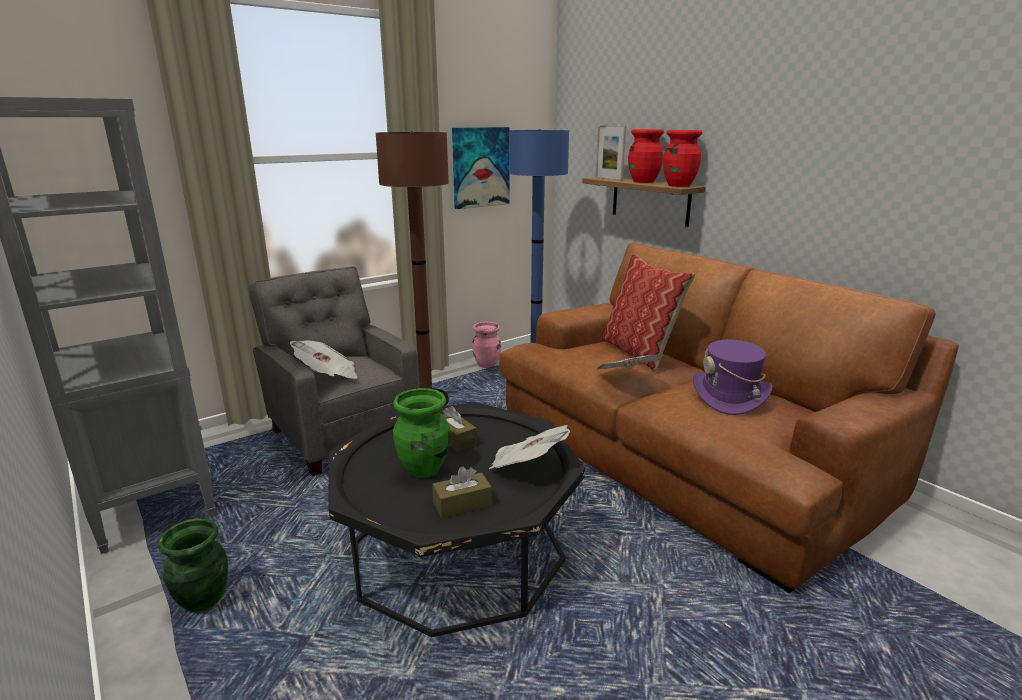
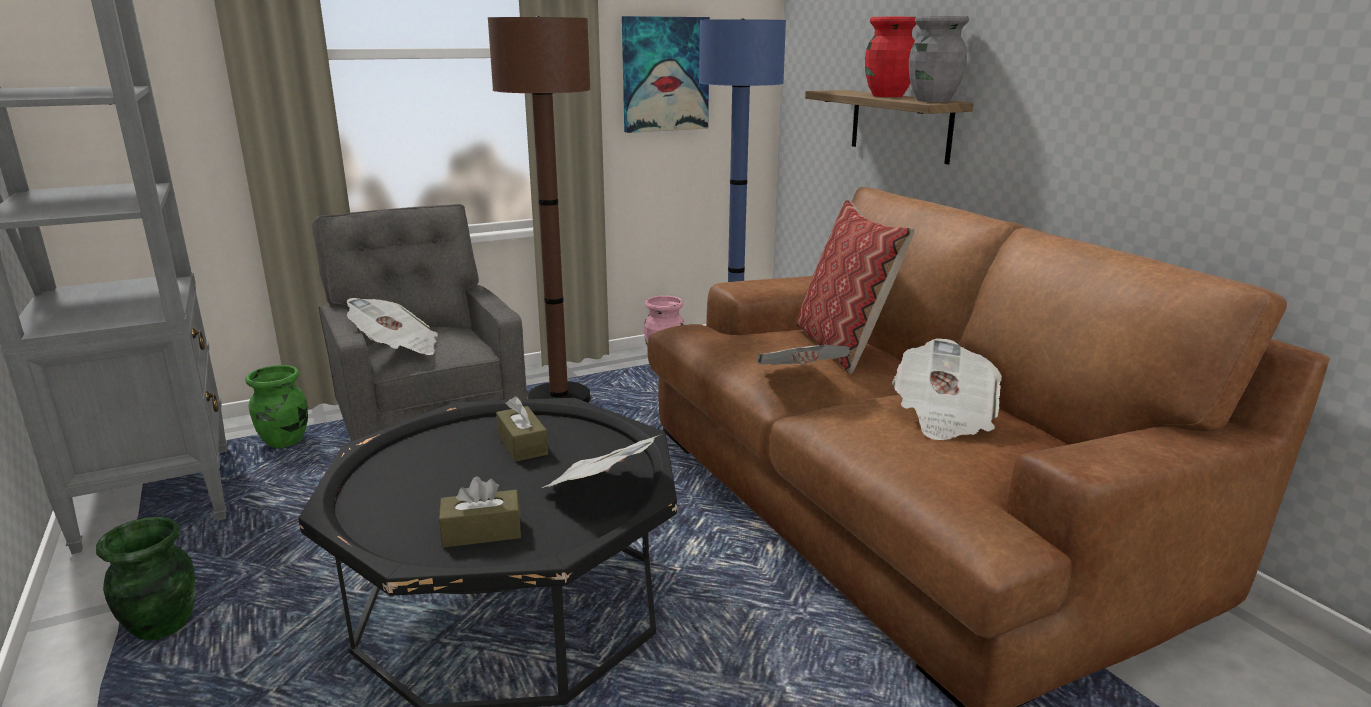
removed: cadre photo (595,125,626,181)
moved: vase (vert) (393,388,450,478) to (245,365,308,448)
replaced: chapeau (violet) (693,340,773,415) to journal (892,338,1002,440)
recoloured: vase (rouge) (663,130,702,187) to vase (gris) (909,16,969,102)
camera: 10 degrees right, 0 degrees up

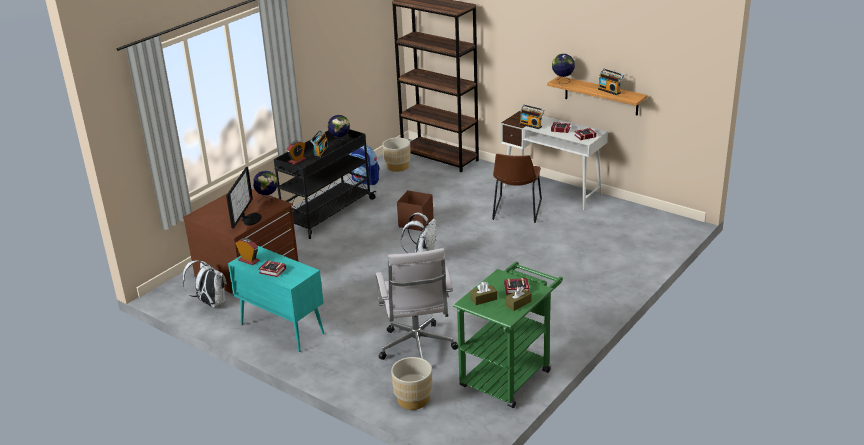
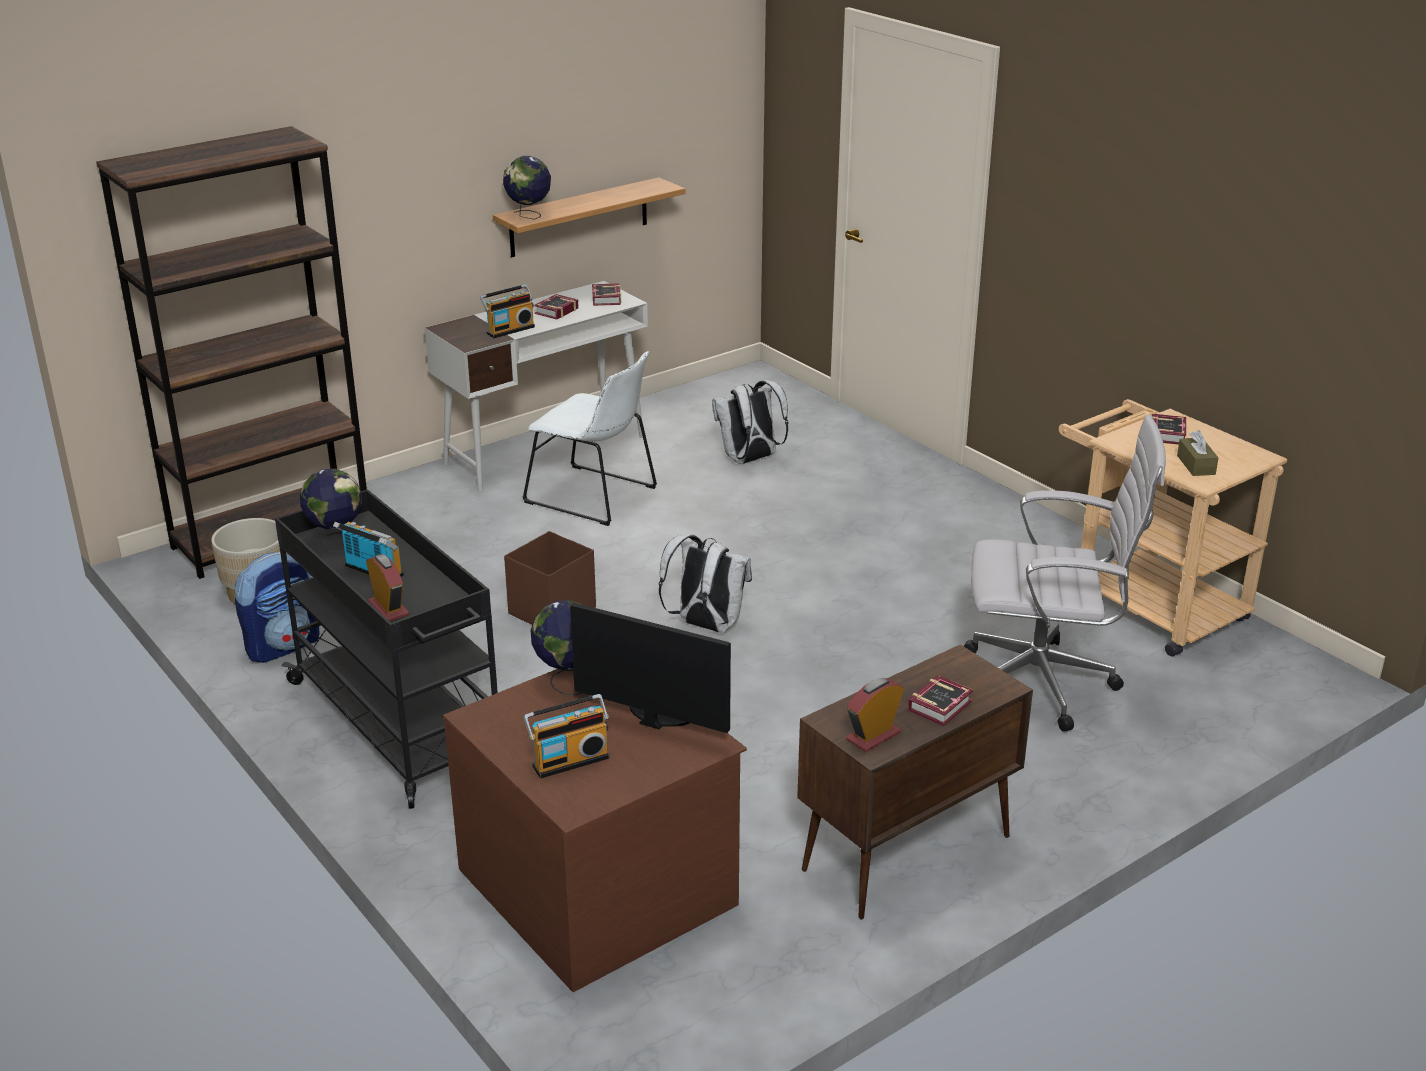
removed: cache-pot (beige) (391,357,432,410); boîte à mouchoirs (marron) (505,287,531,311)
moved: sac à dos (blanc) (183,260,227,308) to (712,380,788,464); radio (598,68,624,95) to (524,694,609,779)
recoloured: meuble de rangement (turquoise) (228,246,324,352) to meuble de rangement (marron) (797,644,1033,920); chariot (vert) (453,262,563,408) to chariot (beige) (1059,399,1287,657); chaise (marron) (492,153,542,223) to chaise (blanc) (523,351,657,526)
camera: 75 degrees left, 0 degrees up

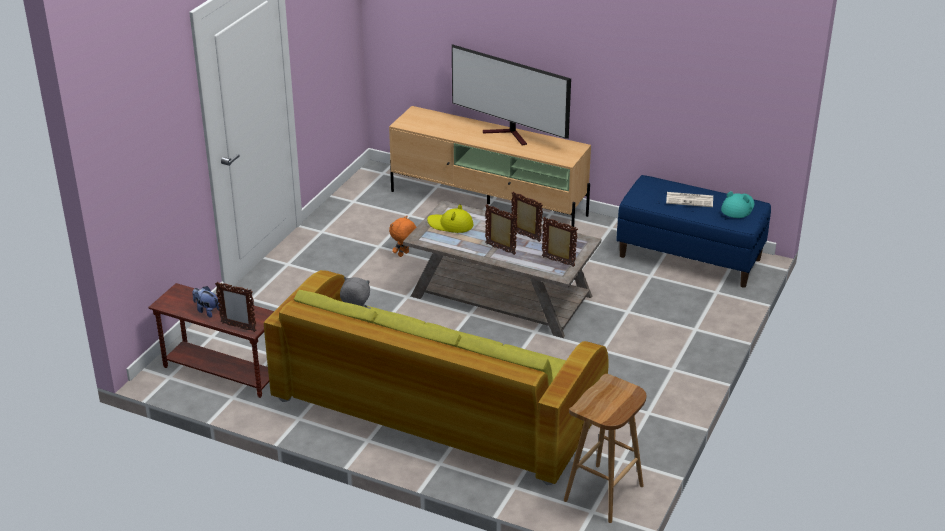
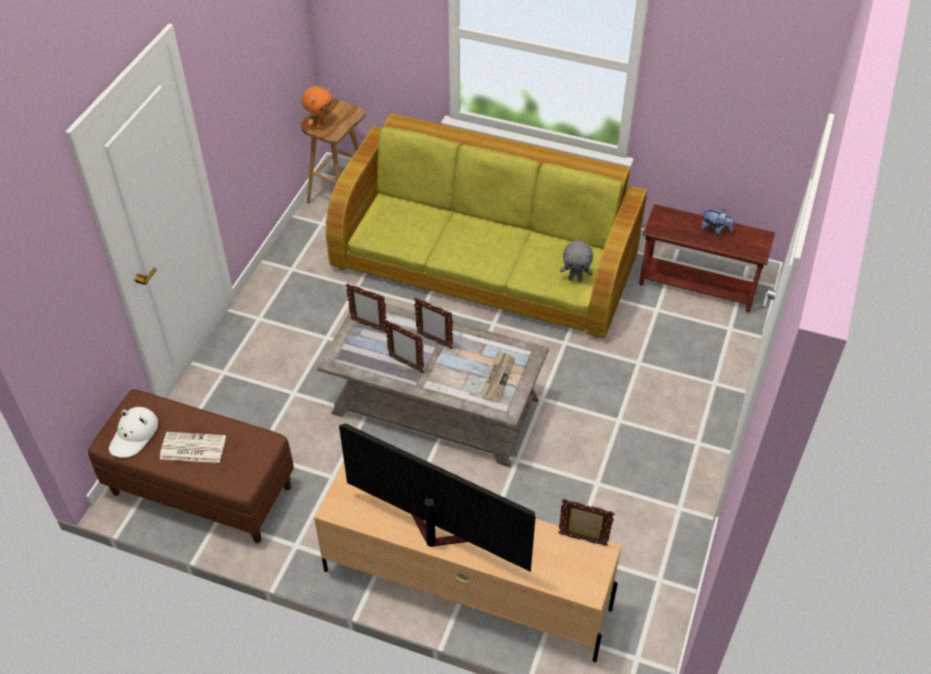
moved: cadre photo (215,282,257,332) to (558,499,615,546); peluche (orange) (389,215,416,257) to (302,86,332,129)
replaced: chapeau (jaune) (427,204,474,233) to journal (479,350,516,403)
recoloured: banc (bleu) (616,175,771,288) to banc (marron) (88,389,294,543); chapeau (turquoise) (721,191,754,218) to chapeau (blanc) (109,407,158,458)
camera: 175 degrees right, 15 degrees up

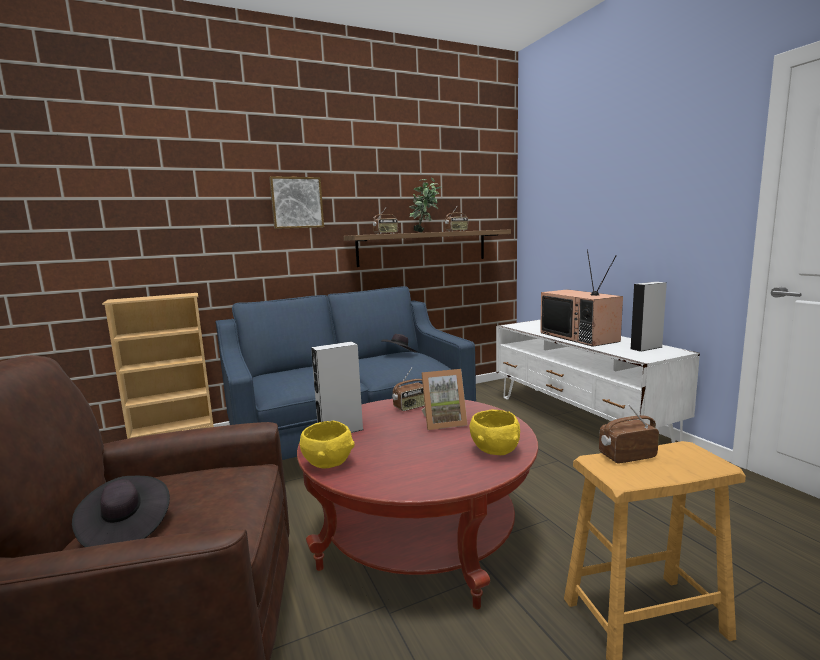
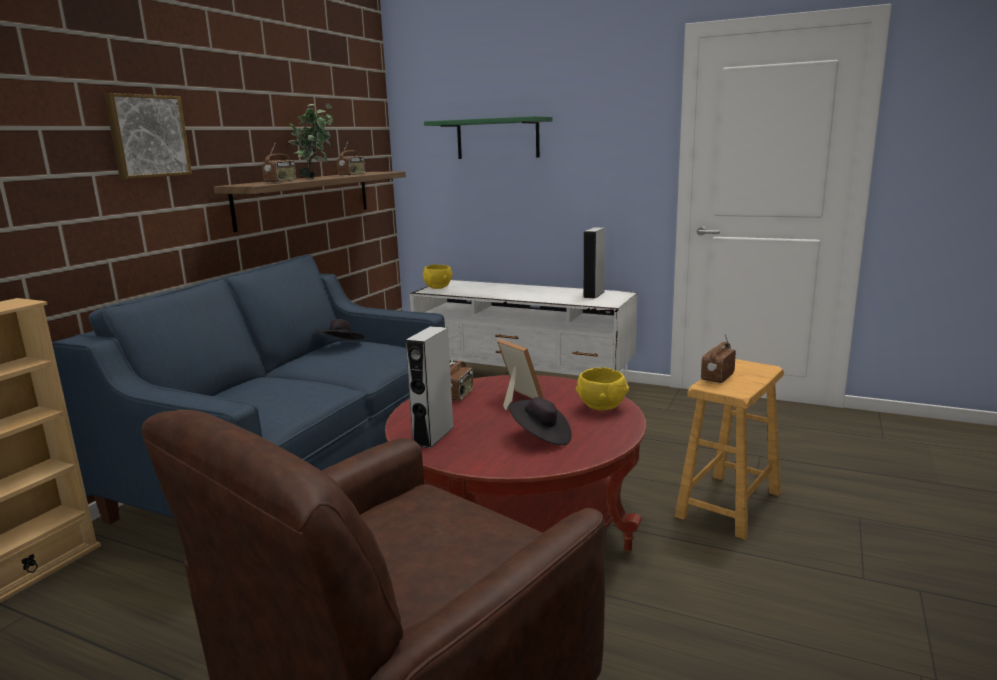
removed: téléviseur (540,249,623,347)
added: étagère (vert) (424,116,553,159)
moved: chapeau (noir) (72,476,170,547) to (508,397,572,445); bol (jaune) (300,421,355,468) to (423,264,453,289)
turned: cadre photo (422,369,468,430) = (497,339,544,410) 75 degrees counterclockwise
camera: 40 degrees left, 5 degrees up

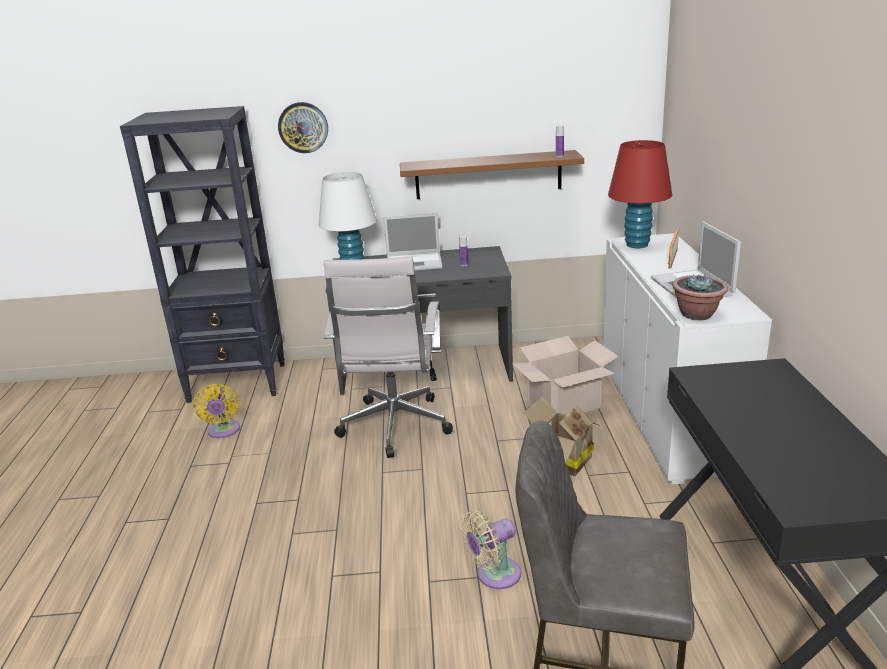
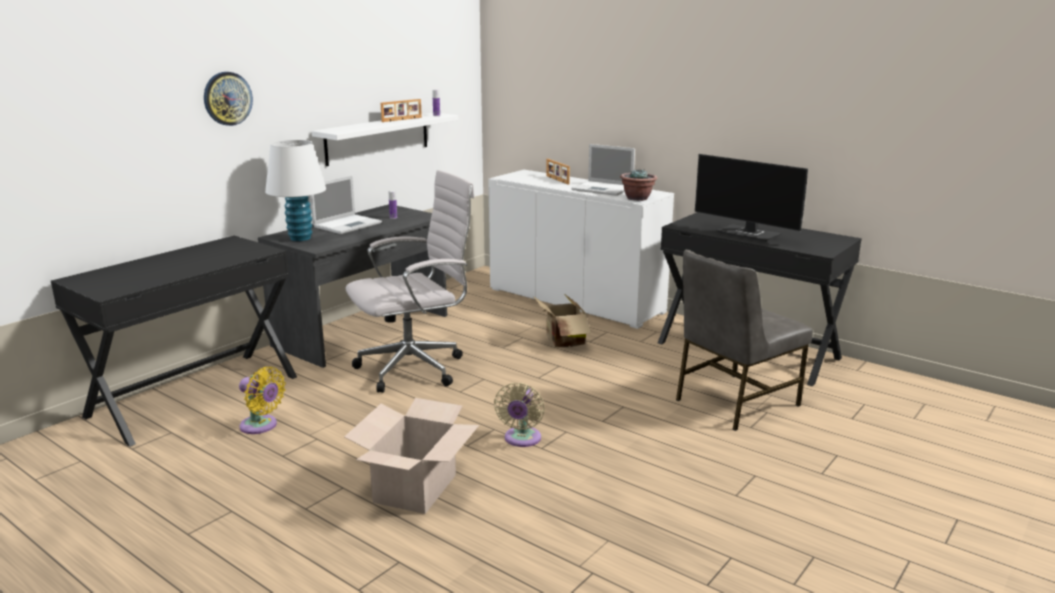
removed: lampe de table (rouge) (608,140,672,248)
added: cadre photo (380,99,422,122); écran d'ordinateur (695,154,808,242)
moved: ventilateur (beige) (461,510,521,589) to (494,382,545,447); carton (512,336,619,422) to (344,398,479,514)
replaced: bibliothèque (noir) (120,106,285,403) to bureau (noir) (51,236,297,447)
recoloured: étagère (marron) (400,150,584,199) to étagère (blanc) (312,113,458,166)
turned: chaise de bureau (blanc) (324,257,453,458) = (345,170,475,393) 75 degrees counterclockwise
camera: 50 degrees left, 5 degrees down

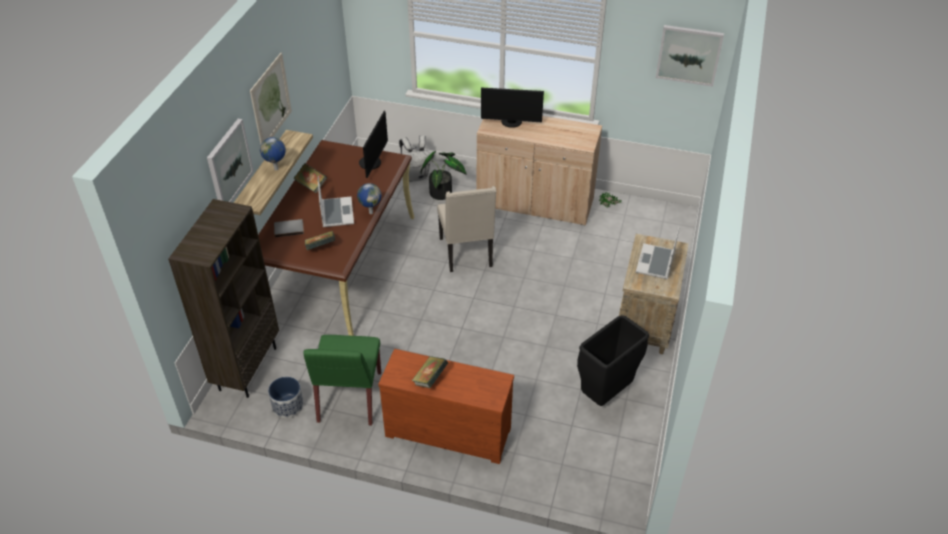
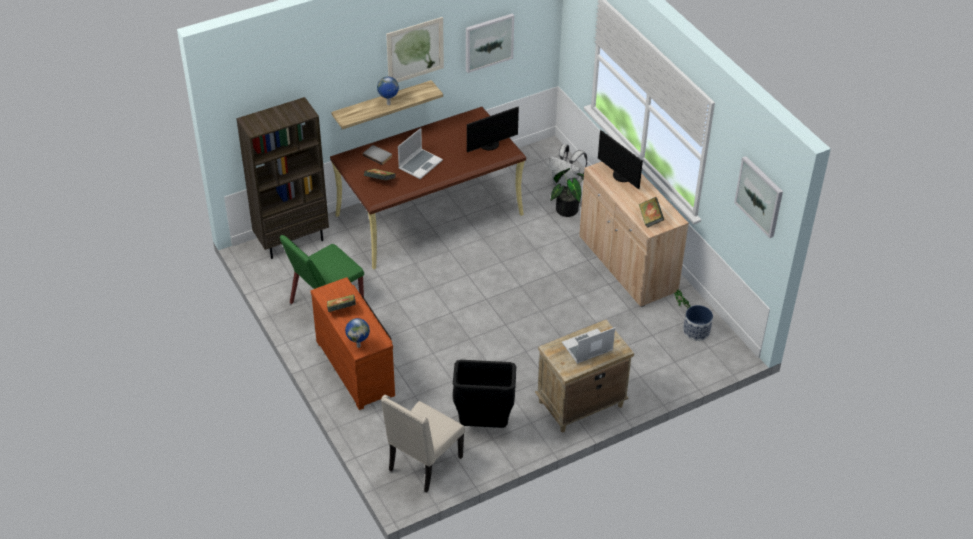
moved: tableau (207,119,254,202) to (466,14,514,73); cache-pot (268,377,304,418) to (683,305,713,341); livre (293,163,327,193) to (638,197,664,228); globe (357,183,381,214) to (345,318,370,348); chaise (beige) (437,186,497,272) to (381,395,465,493)
camera: 45 degrees right, 0 degrees up

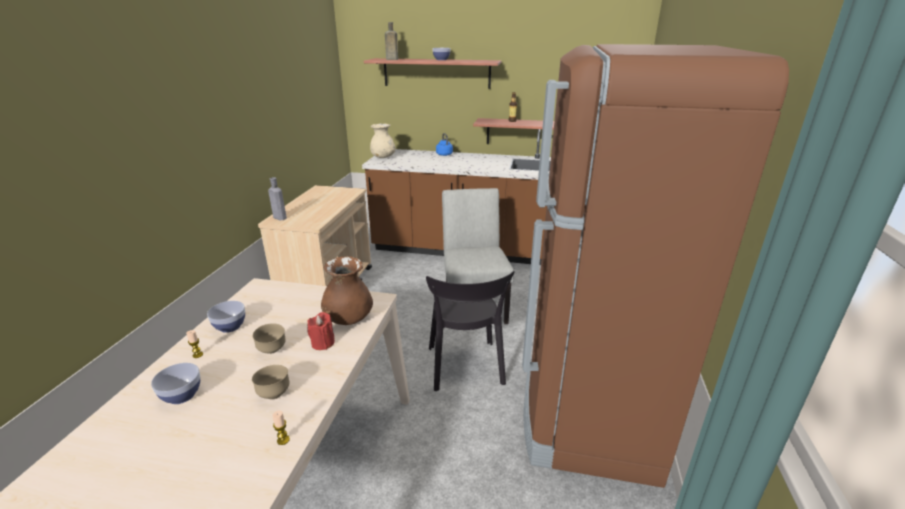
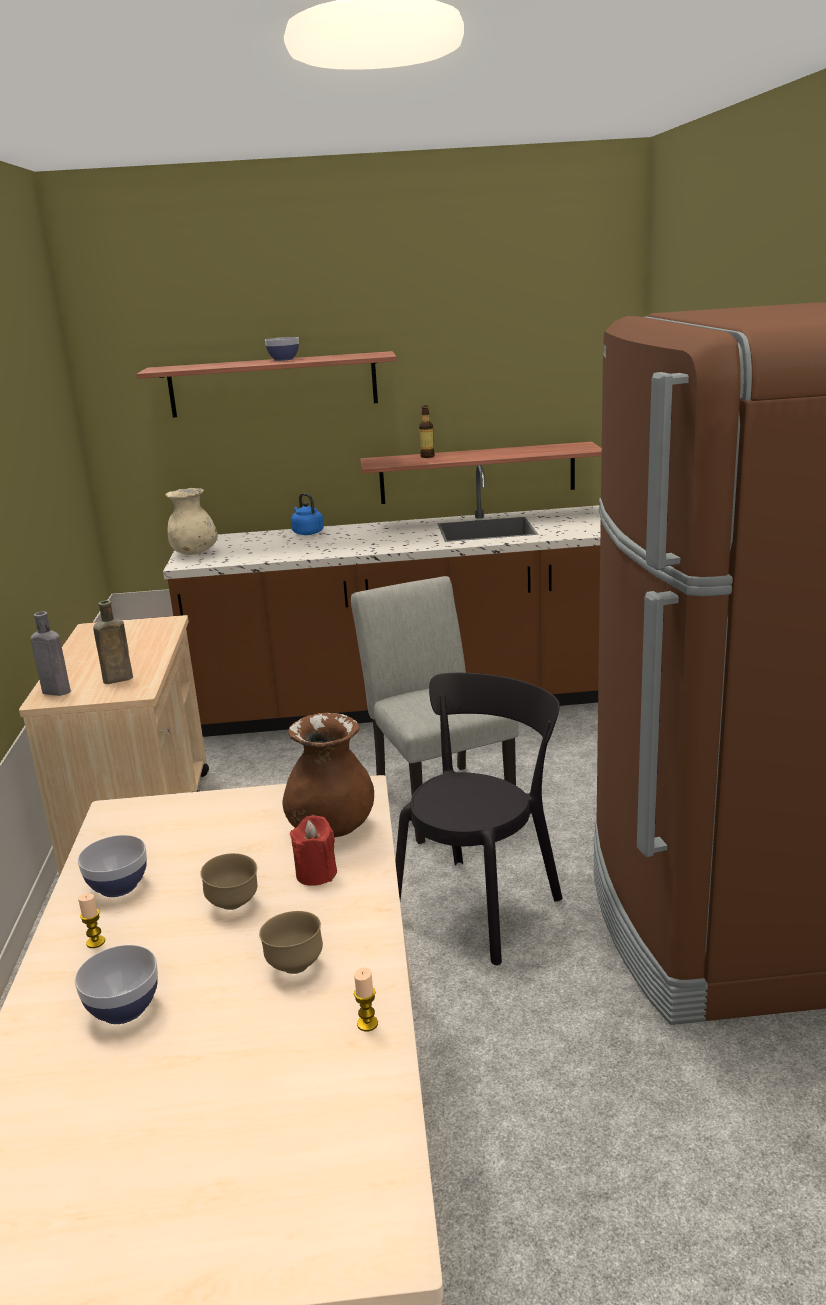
moved: bouteille (marron) (385,22,398,60) to (93,600,133,684)
turned: chaise (noir) (426,271,515,391) = (395,673,562,965) 120 degrees counterclockwise
camera: 15 degrees left, 5 degrees down

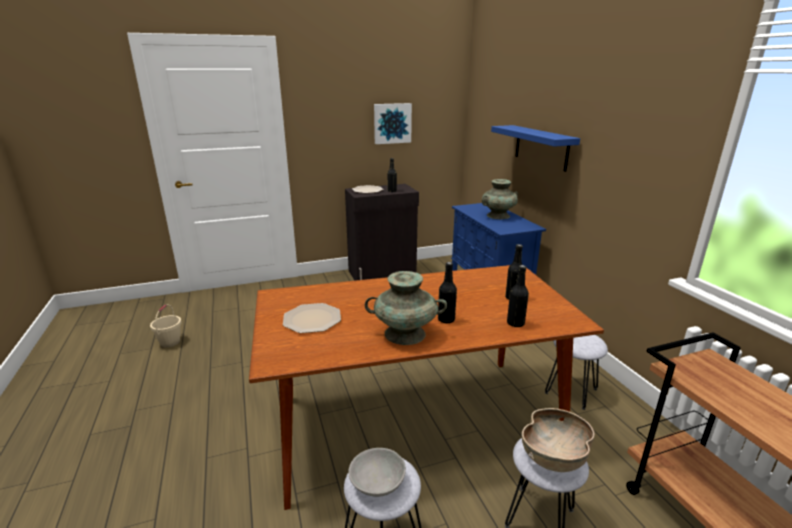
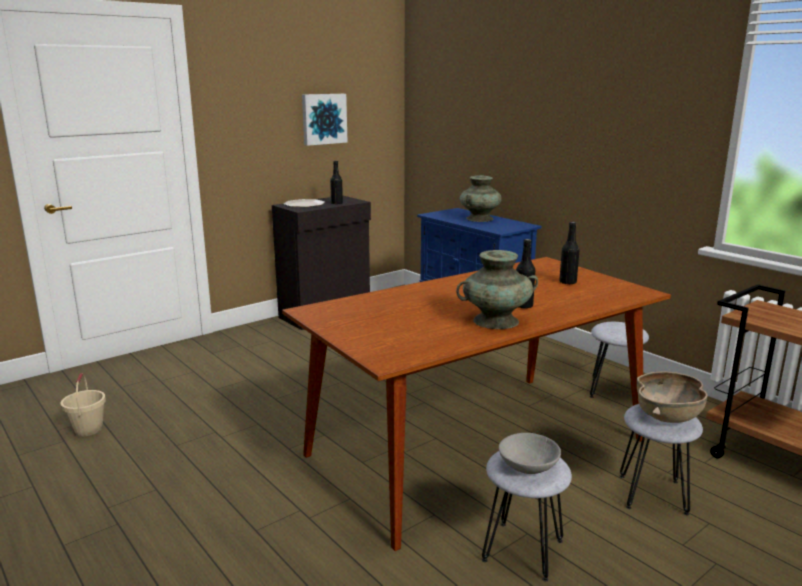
removed: assiette (283,303,341,333); étagère (bleu) (491,125,580,172); bouteille (noir) (507,265,529,327)
camera: 20 degrees left, 5 degrees down

